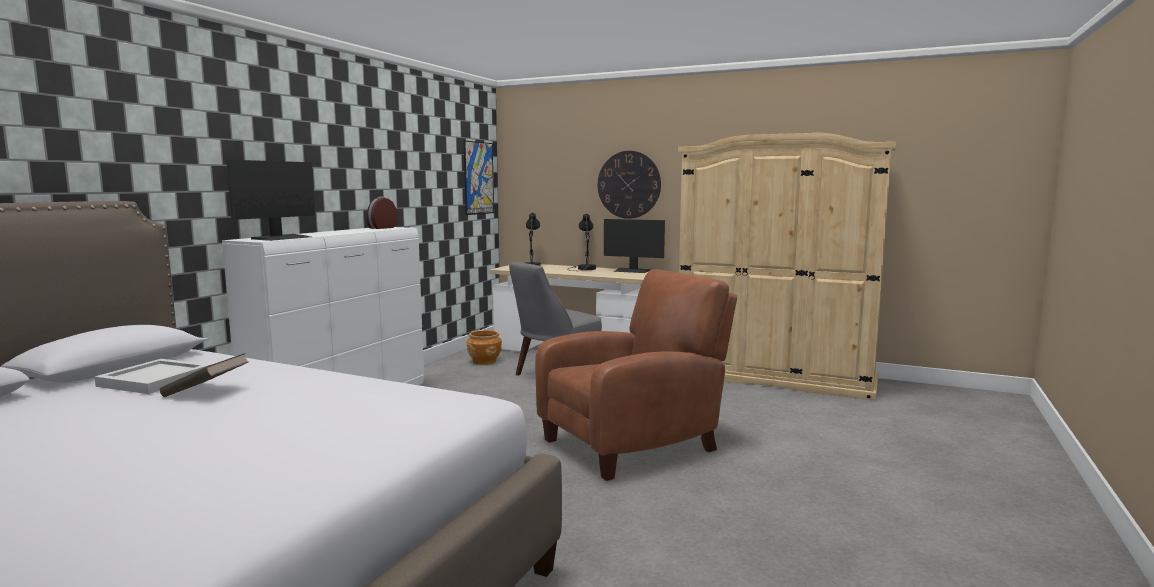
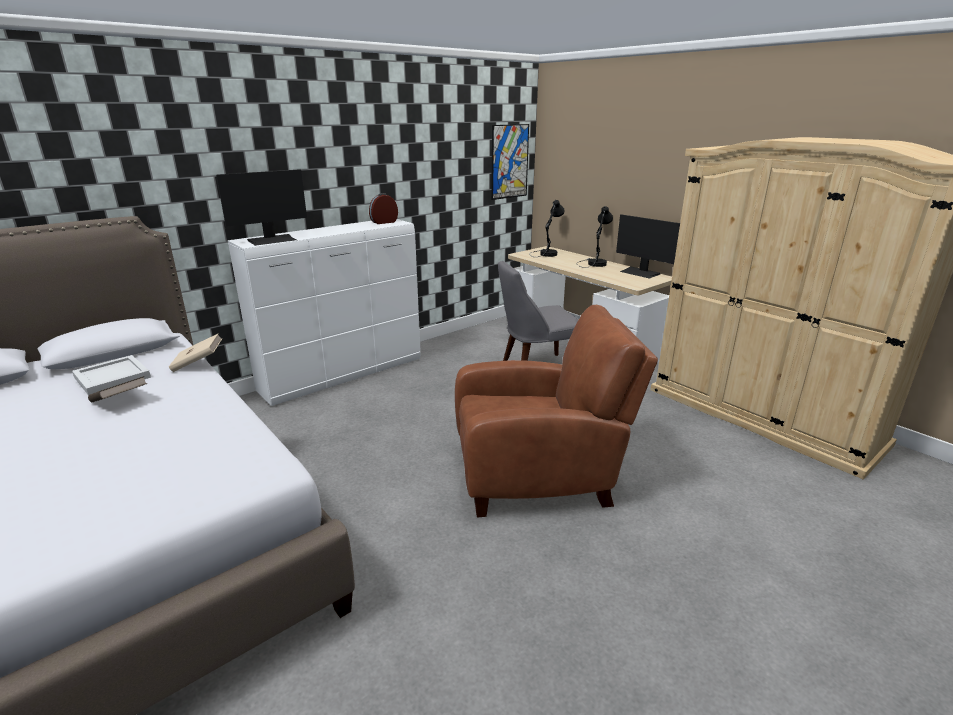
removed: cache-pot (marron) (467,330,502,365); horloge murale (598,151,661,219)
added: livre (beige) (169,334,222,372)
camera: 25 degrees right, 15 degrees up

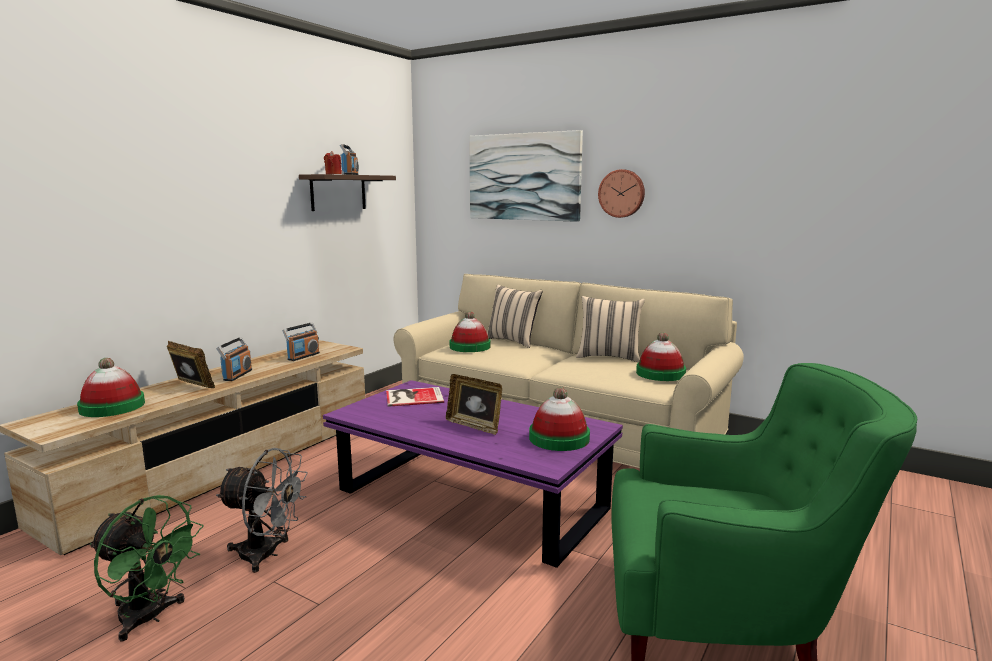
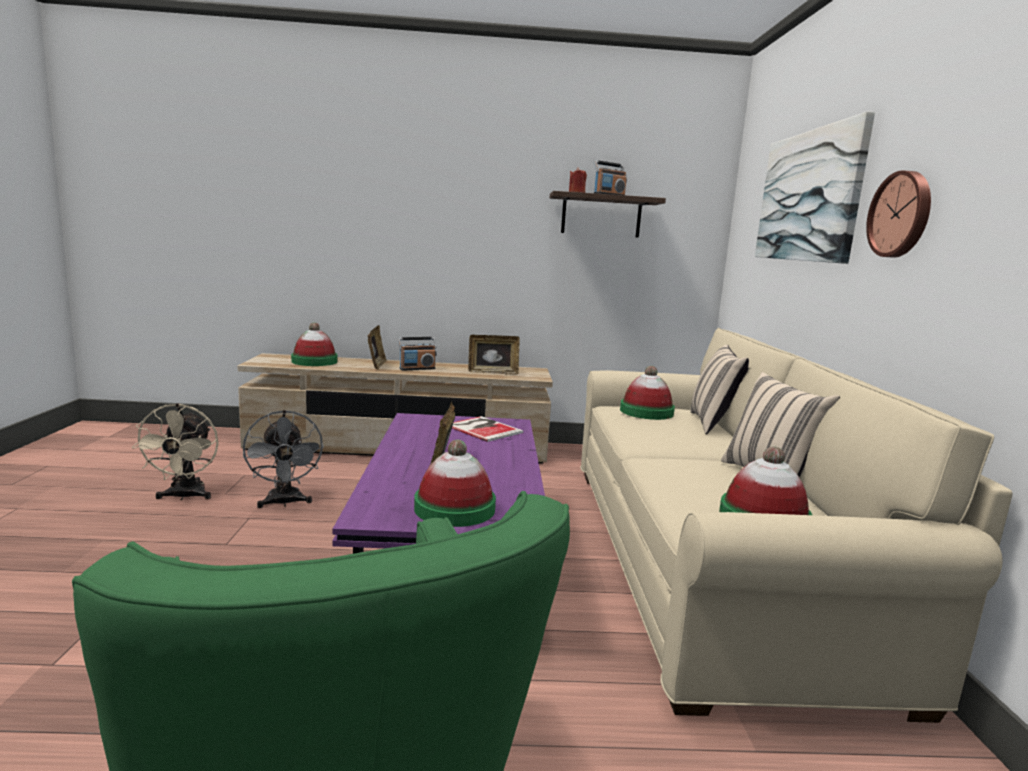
replaced: radio (283,322,320,361) to cadre photo (468,335,520,375)
recoloured: ventilateur (vert) (90,495,204,642) to ventilateur (beige) (131,403,219,500)
camera: 55 degrees right, 0 degrees up

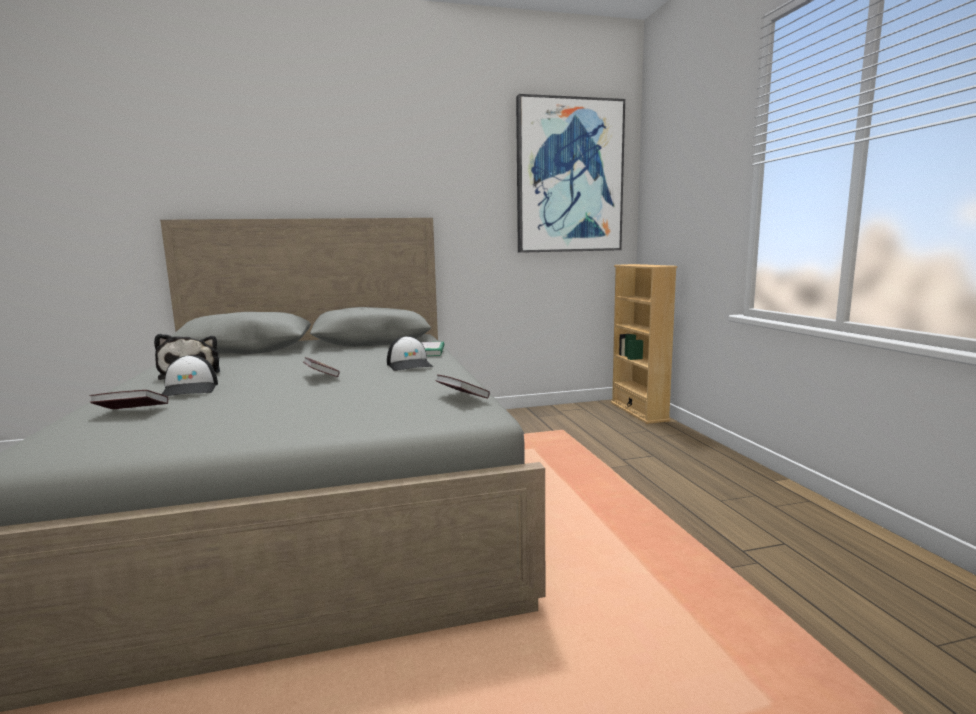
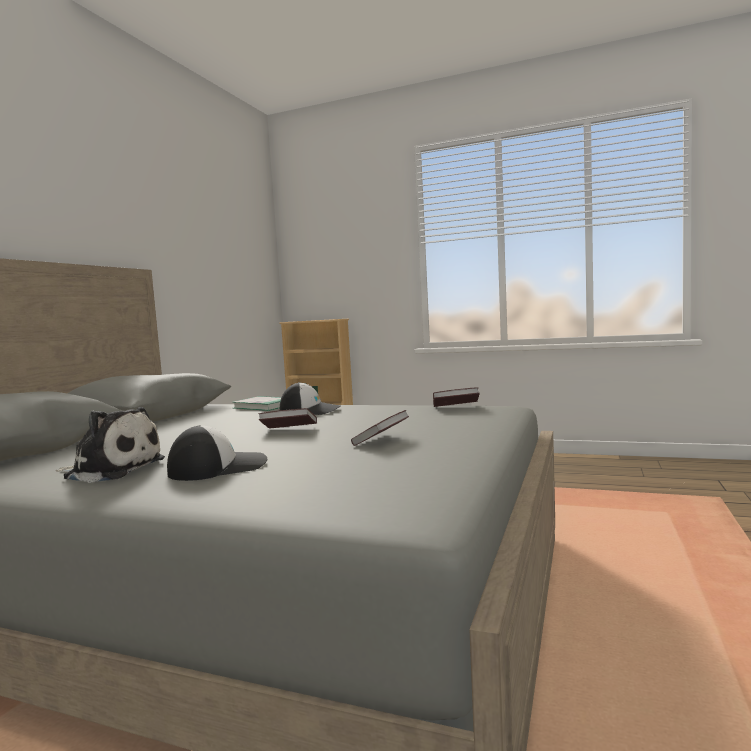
removed: tableau (516,94,625,253)
moved: livre (90,390,168,409) to (351,410,409,446)
turned: casquette (162,355,218,396) = (167,425,267,481) 45 degrees counterclockwise
camera: 55 degrees left, 5 degrees down

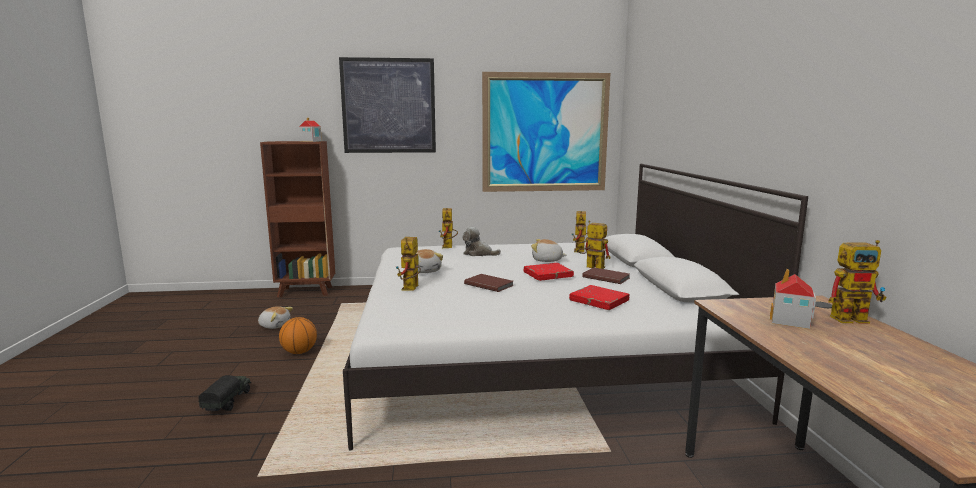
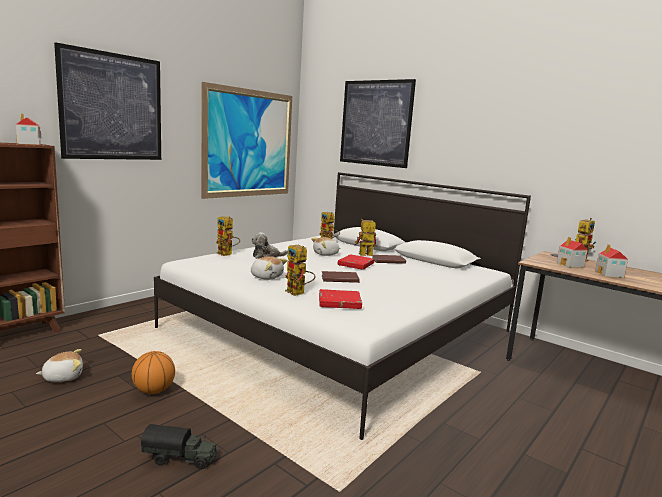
added: tableau (340,79,416,168); maison miniature (595,244,628,278)
moved: livre (rouge) (569,285,629,310) to (319,289,362,309)
turned: camion jouet (198,375,251,412) = (141,424,217,469) 135 degrees clockwise
camera: 45 degrees left, 0 degrees up

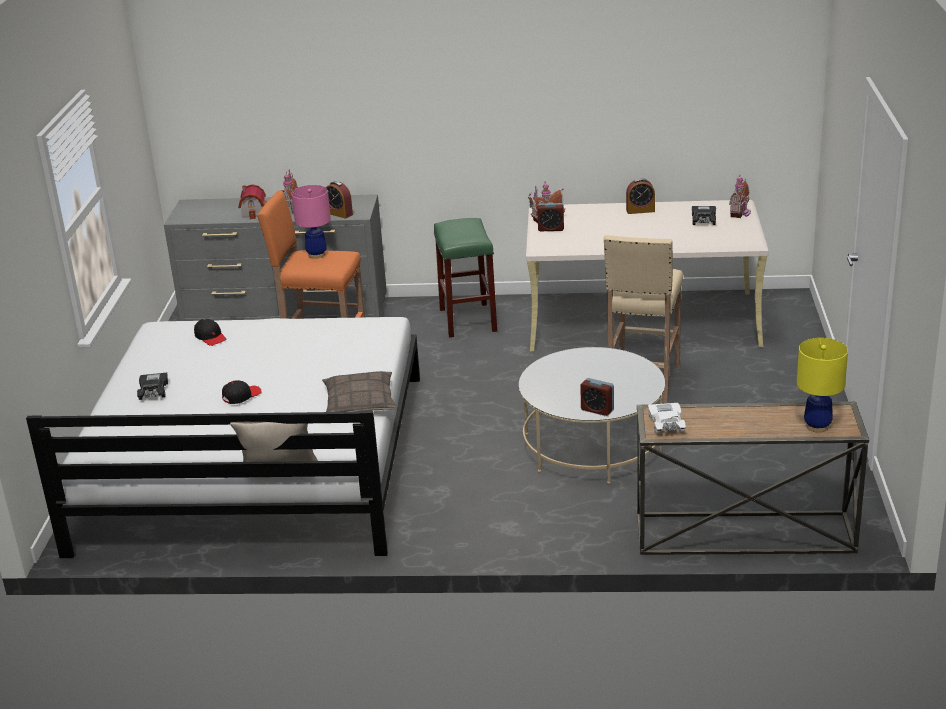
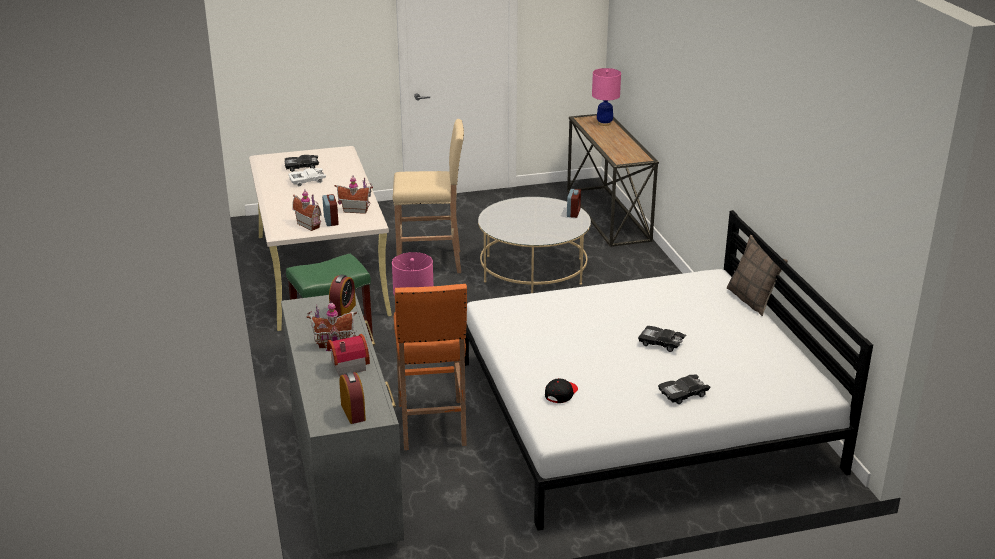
removed: coussin (322,371,397,412)
moved: réveil (626,178,655,214) to (339,372,366,424); petite voiture (blanc) (648,403,686,434) to (288,168,326,187); maison miniature (729,175,751,218) to (334,176,373,214)
replaced: casquette (noir) (222,380,262,404) to petite voiture (noir) (638,326,686,352)
recoloured: lampe de table (jaune) (797,338,848,433) to lampe de table (rose) (592,68,621,126)
camera: 110 degrees left, 0 degrees up

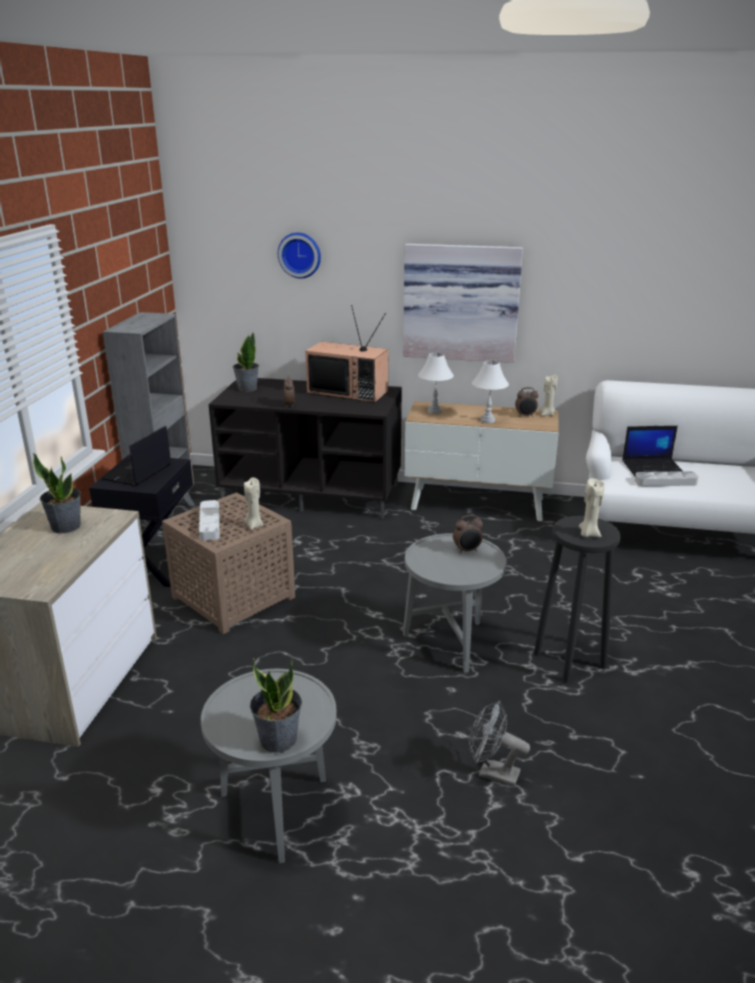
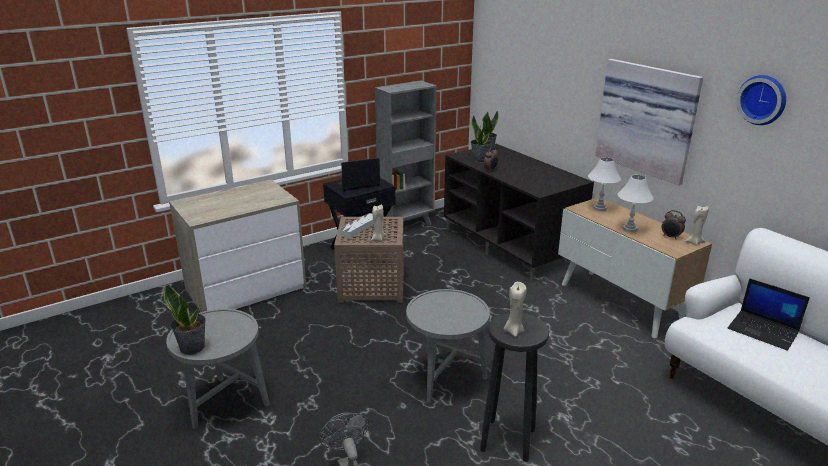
removed: téléviseur (305,305,388,403); réveil (453,515,483,553); plateau (gris) (635,471,698,486)
moved: plante en pot (33,452,81,533) to (471,115,491,163); horloge murale (278,233,321,278) to (736,75,786,125)
camera: 45 degrees right, 0 degrees up

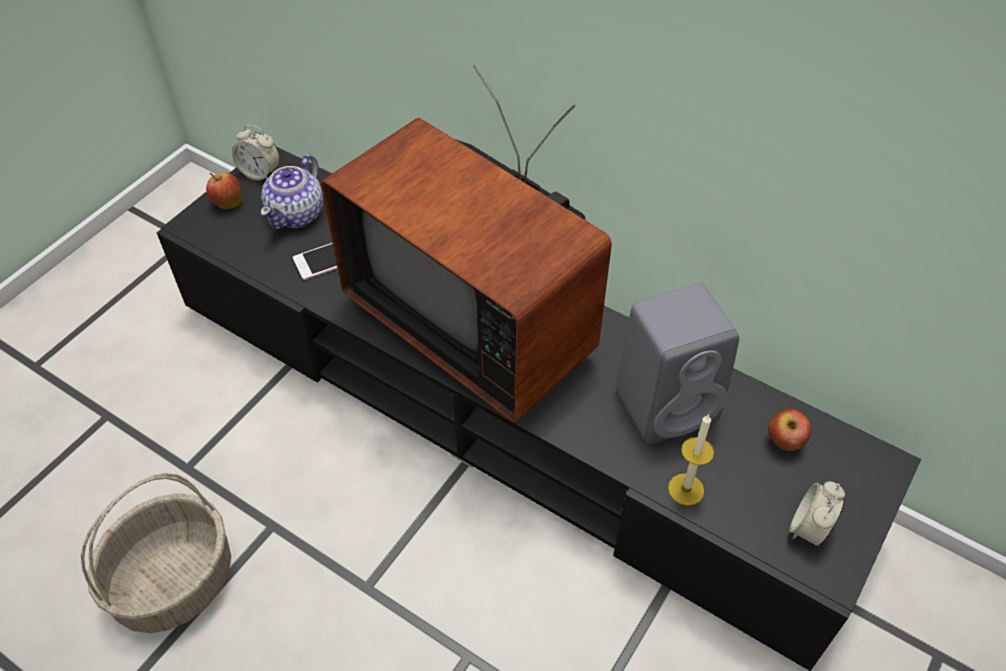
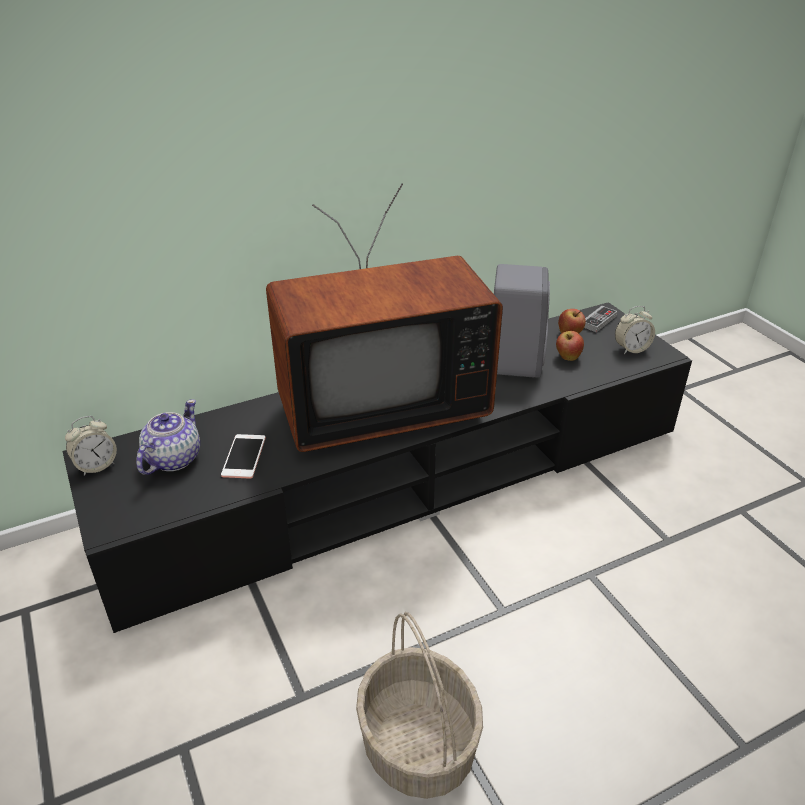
removed: bougie (668,414,714,506)
added: manette (584,306,617,332)
moved: pomme (206,172,242,209) to (556,331,584,361)
turned: théière (261,154,323,229) = (136,399,200,475) 120 degrees counterclockwise; réveil (790,481,845,546) = (615,306,655,354) 75 degrees counterclockwise
camera: 60 degrees left, 15 degrees down

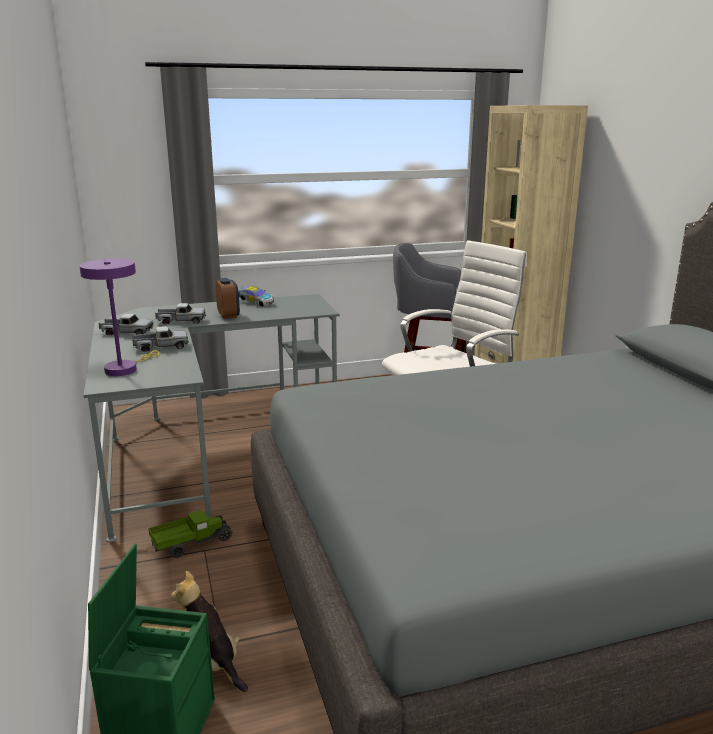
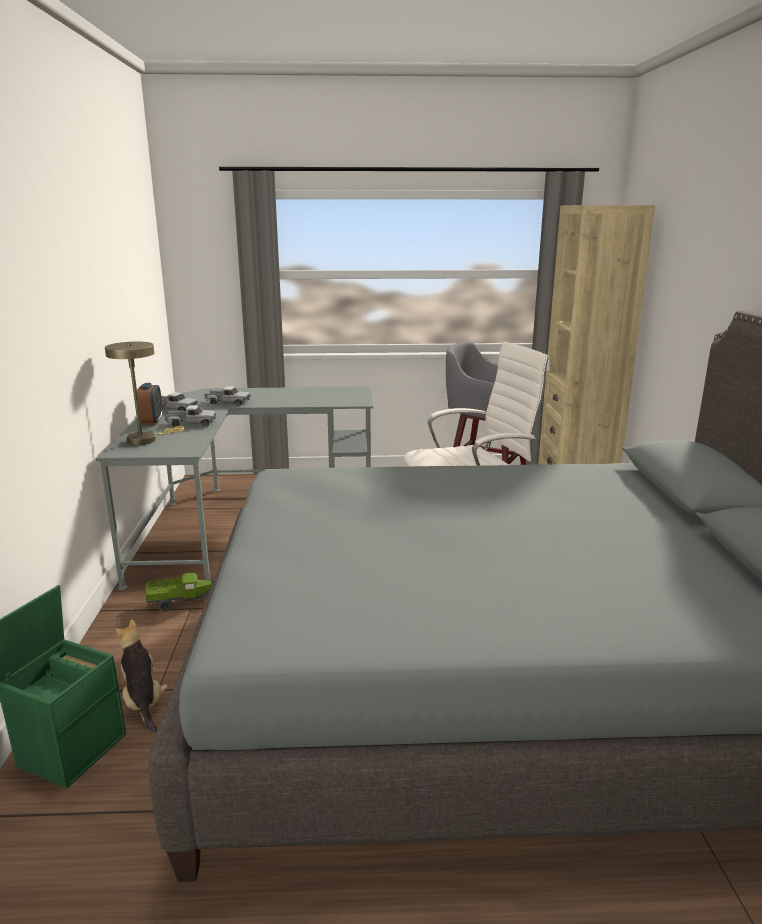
removed: petite voiture (238,286,274,307)
moved: réveil (215,278,240,319) to (137,383,163,425)
recoloured: lampe de table (violet) (79,259,160,376) to lampe de table (beige) (105,342,184,445)
camera: 15 degrees right, 0 degrees up

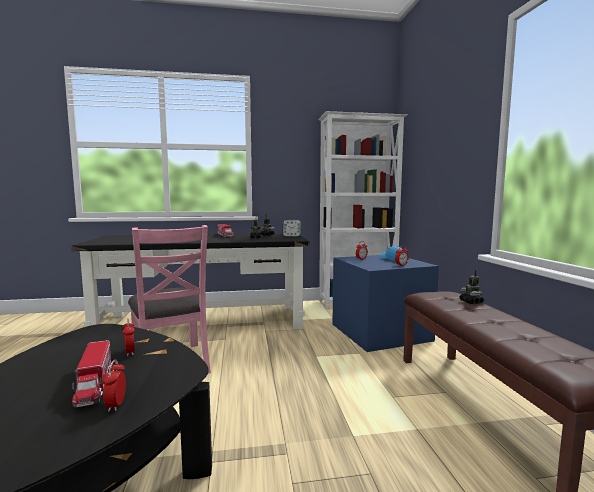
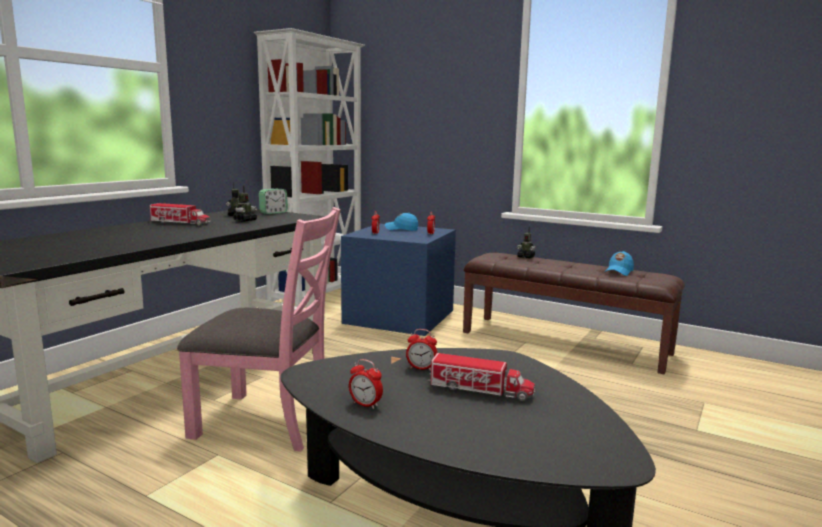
added: casquette (bleu) (604,251,634,276)
moved: réveil (102,360,126,412) to (349,359,383,409)
camera: 50 degrees left, 5 degrees up

